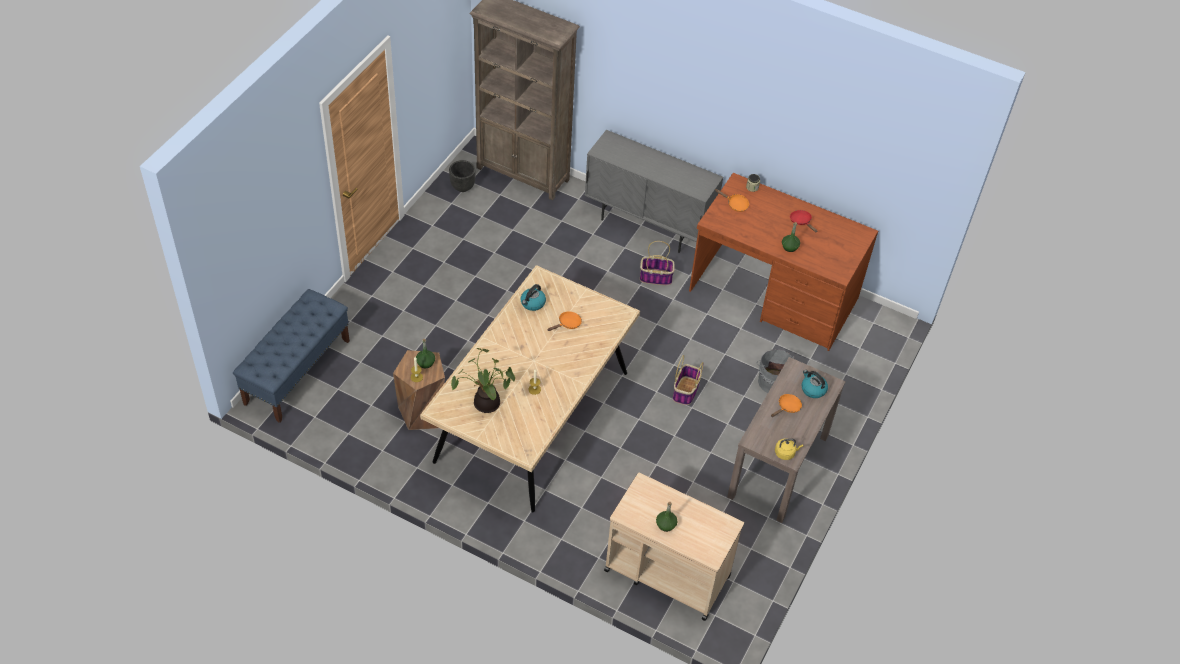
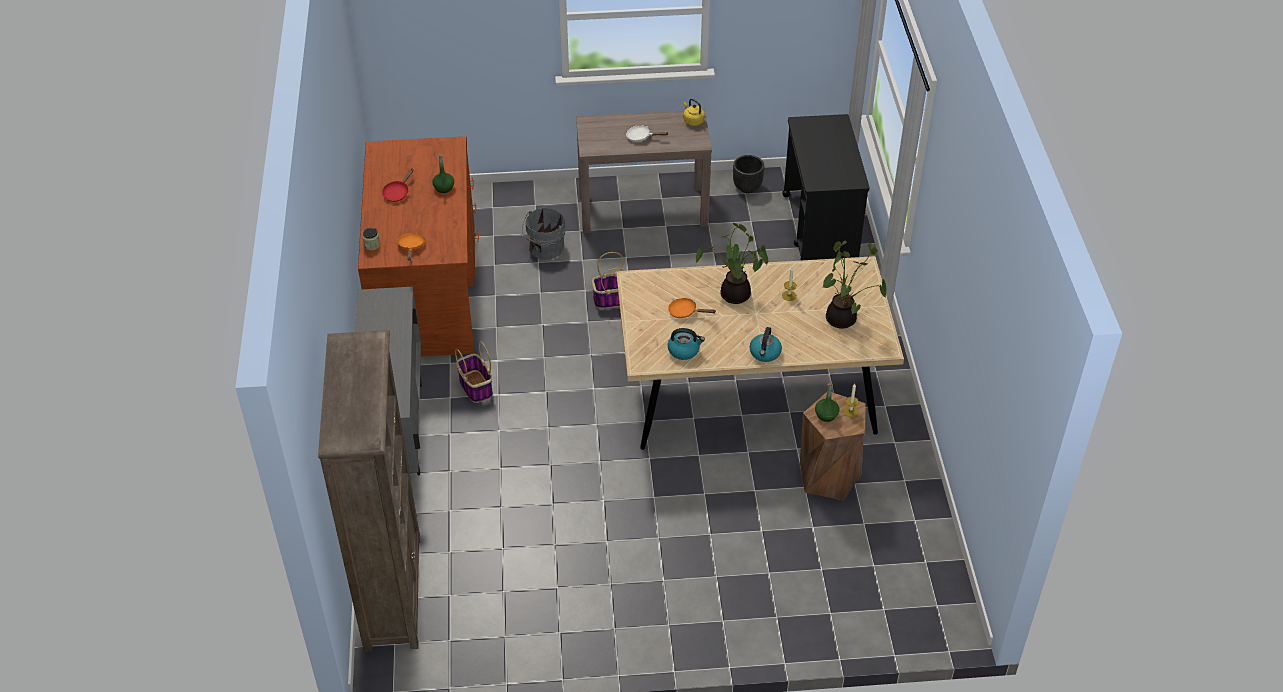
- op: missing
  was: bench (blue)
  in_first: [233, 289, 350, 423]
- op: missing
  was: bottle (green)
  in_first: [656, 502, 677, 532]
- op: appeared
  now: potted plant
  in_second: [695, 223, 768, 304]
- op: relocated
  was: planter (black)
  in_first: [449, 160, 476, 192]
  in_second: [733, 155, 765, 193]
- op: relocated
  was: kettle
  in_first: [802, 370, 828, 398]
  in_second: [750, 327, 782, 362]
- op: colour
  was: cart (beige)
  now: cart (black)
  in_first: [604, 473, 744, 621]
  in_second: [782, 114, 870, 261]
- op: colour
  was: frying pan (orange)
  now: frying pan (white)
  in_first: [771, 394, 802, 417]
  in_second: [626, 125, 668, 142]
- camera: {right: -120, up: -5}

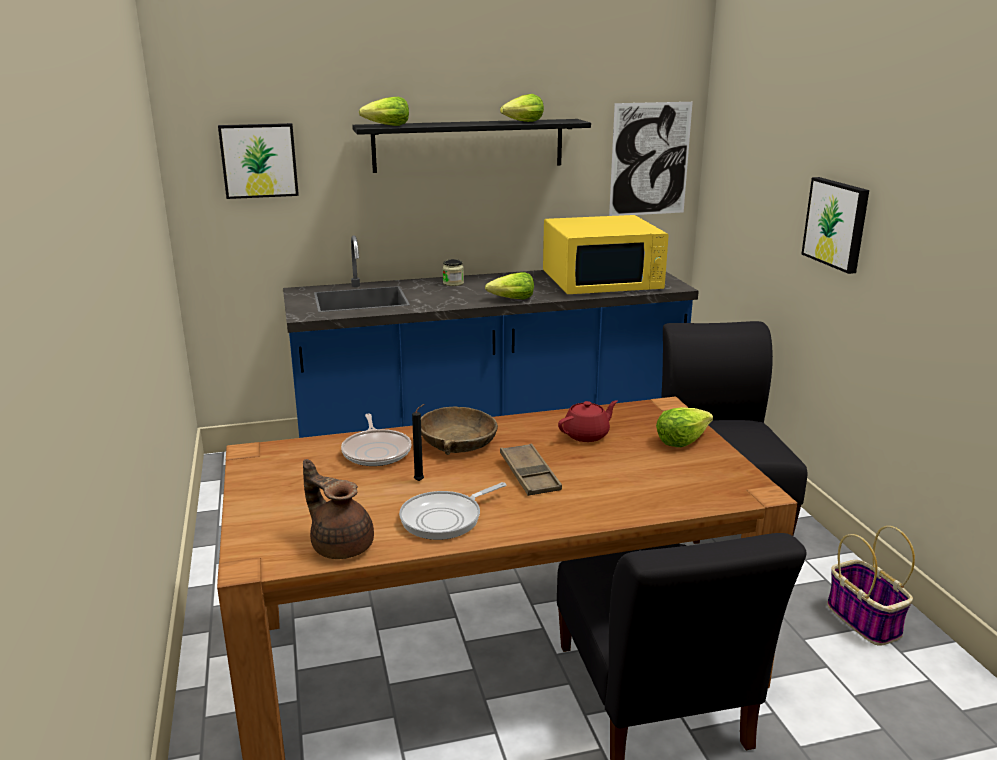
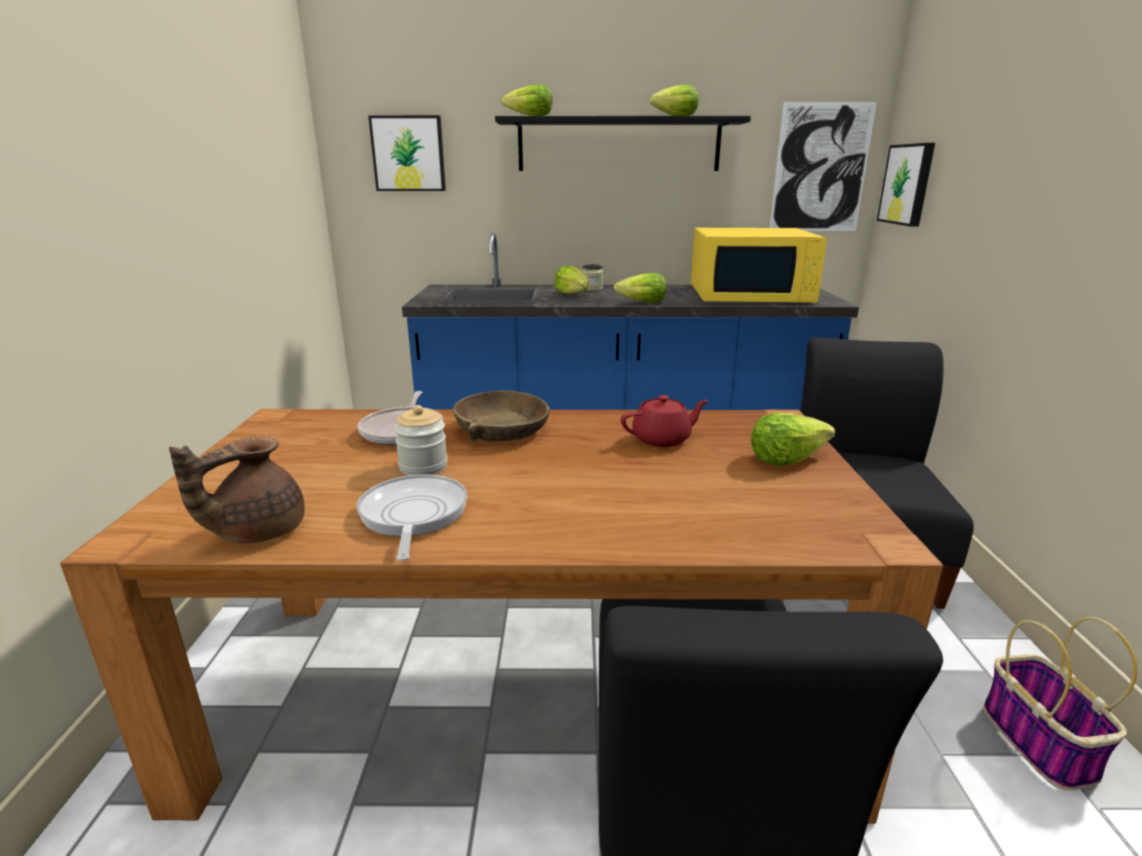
- op: missing
  was: tray (brown)
  in_first: [500, 443, 562, 496]
- op: appeared
  now: lettuce
  in_second: [555, 265, 589, 294]
- op: relocated
  was: picture
  in_first: [802, 177, 869, 274]
  in_second: [877, 143, 935, 227]
- op: exchanged
  was: candle (black)
  now: jar
  in_first: [412, 404, 424, 481]
  in_second: [394, 405, 448, 475]
- op: spun
  was: teapot (brown)
  in_first: [303, 459, 374, 559]
  in_second: [169, 437, 305, 544]
  clockwise: -105
- op: spun
  was: frying pan
  in_first: [399, 482, 506, 540]
  in_second: [357, 474, 468, 561]
  clockwise: 105
- camera: {right: 15, up: 0}

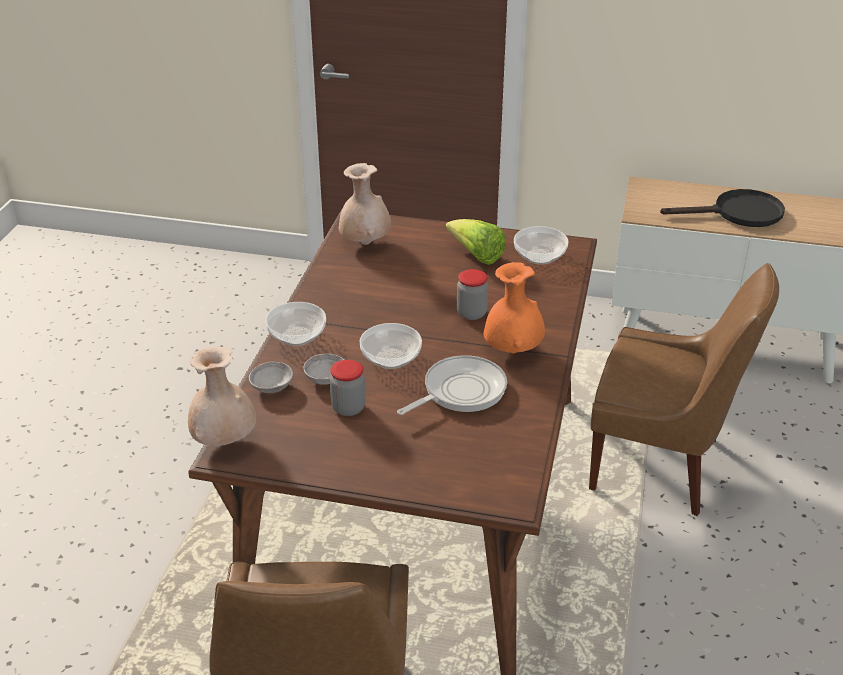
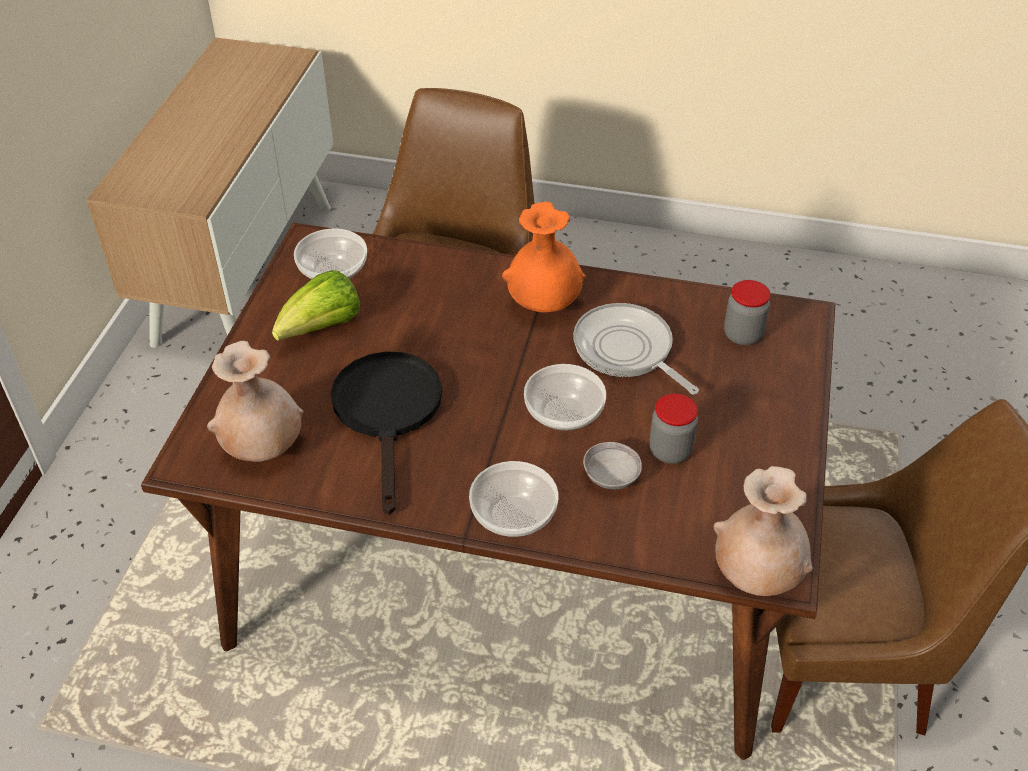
- op: missing
  was: bowl (grey)
  in_first: [249, 362, 293, 393]
- op: relocated
  was: jar
  in_first: [457, 269, 488, 320]
  in_second: [724, 280, 771, 345]
- op: relocated
  was: frying pan (black)
  in_first: [660, 189, 785, 227]
  in_second: [331, 351, 442, 515]
- camera: {right: -90, up: 10}

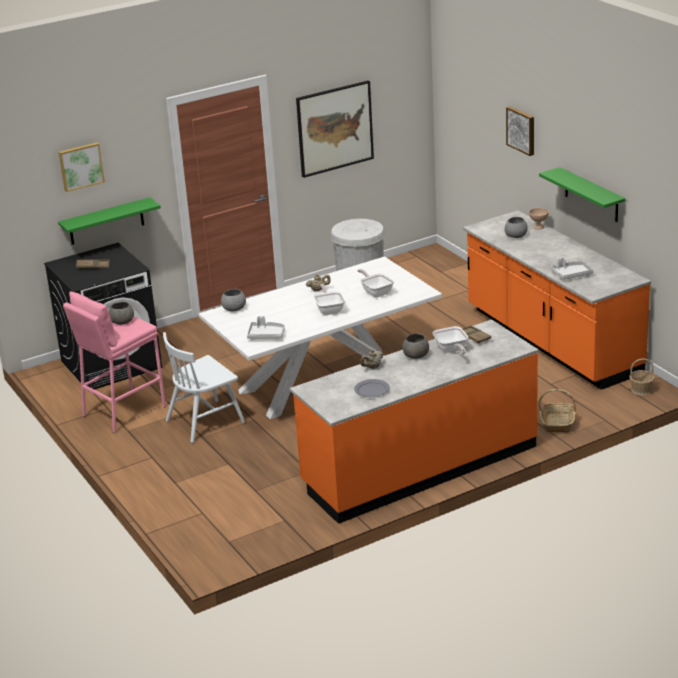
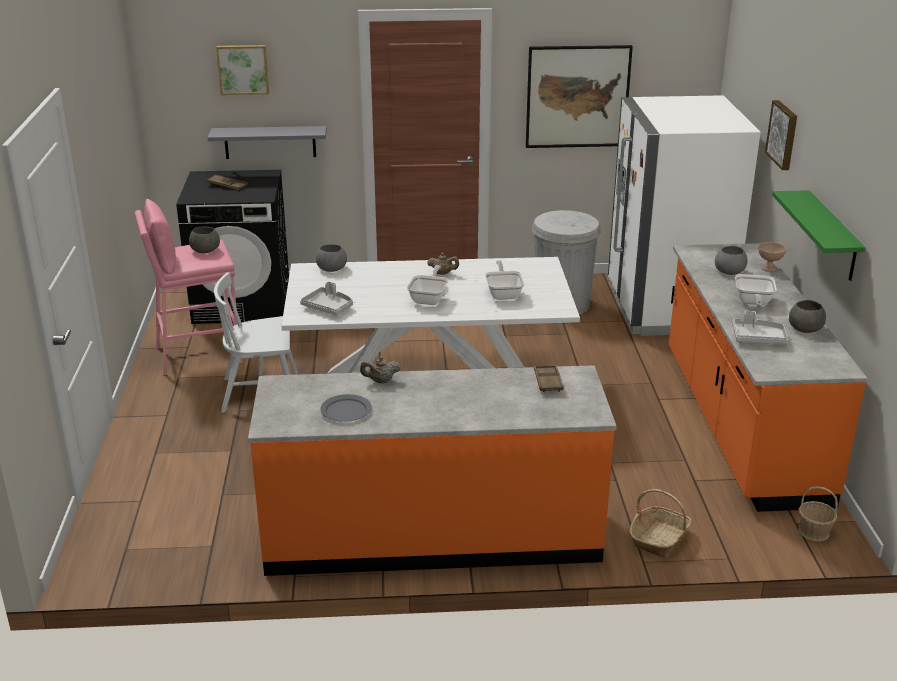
- op: appeared
  now: fridge (white)
  in_second: [608, 95, 761, 336]
- op: relocated
  was: bowl (grey)
  in_first: [402, 333, 429, 359]
  in_second: [789, 300, 826, 333]
- op: relocated
  was: frying pan
  in_first: [432, 326, 468, 354]
  in_second: [735, 274, 777, 307]
- op: colour
  was: shelf (green)
  now: shelf (grey)
  in_first: [58, 197, 161, 245]
  in_second: [207, 126, 327, 159]
- camera: {right: 25, up: 0}

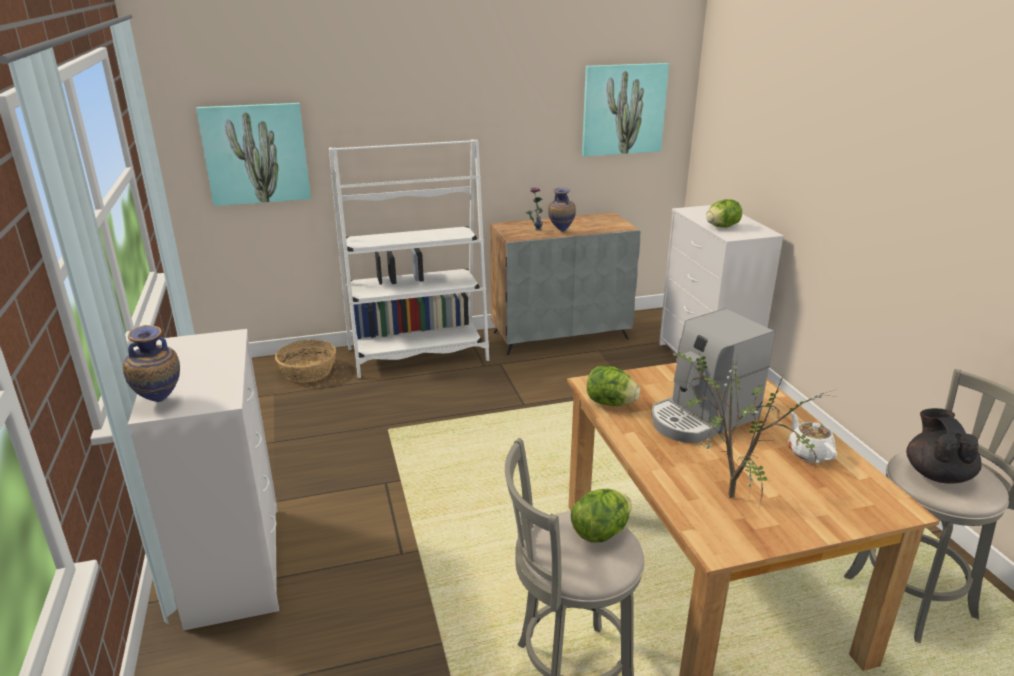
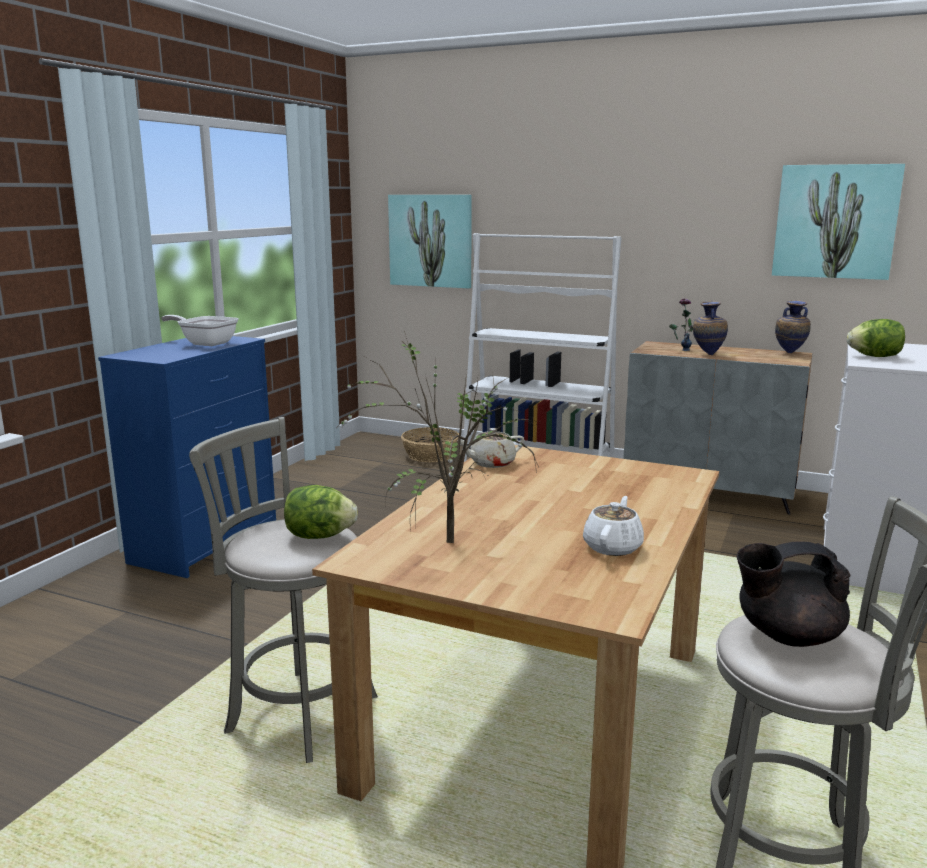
- op: missing
  was: coffee machine
  in_first: [651, 309, 775, 443]
- op: appeared
  now: frying pan
  in_second: [161, 315, 239, 346]
- op: relocated
  was: vase
  in_first: [123, 325, 180, 402]
  in_second: [775, 300, 811, 353]
- op: exchanged
  was: lettuce
  now: teapot (beige)
  in_first: [587, 366, 640, 406]
  in_second: [457, 428, 524, 468]
- op: colour
  was: dresser (white)
  now: dresser (blue)
  in_first: [128, 329, 279, 631]
  in_second: [98, 336, 276, 578]
- op: spun
  was: teapot (black)
  in_first: [906, 408, 982, 484]
  in_second: [737, 542, 850, 647]
  clockwise: -135
- camera: {right: 40, up: -10}

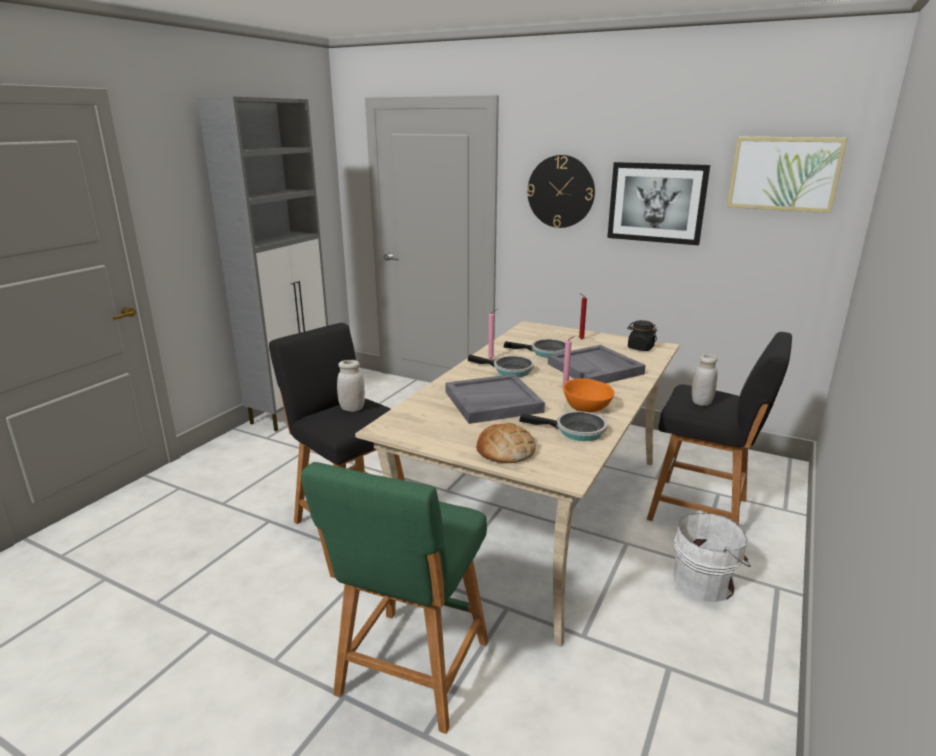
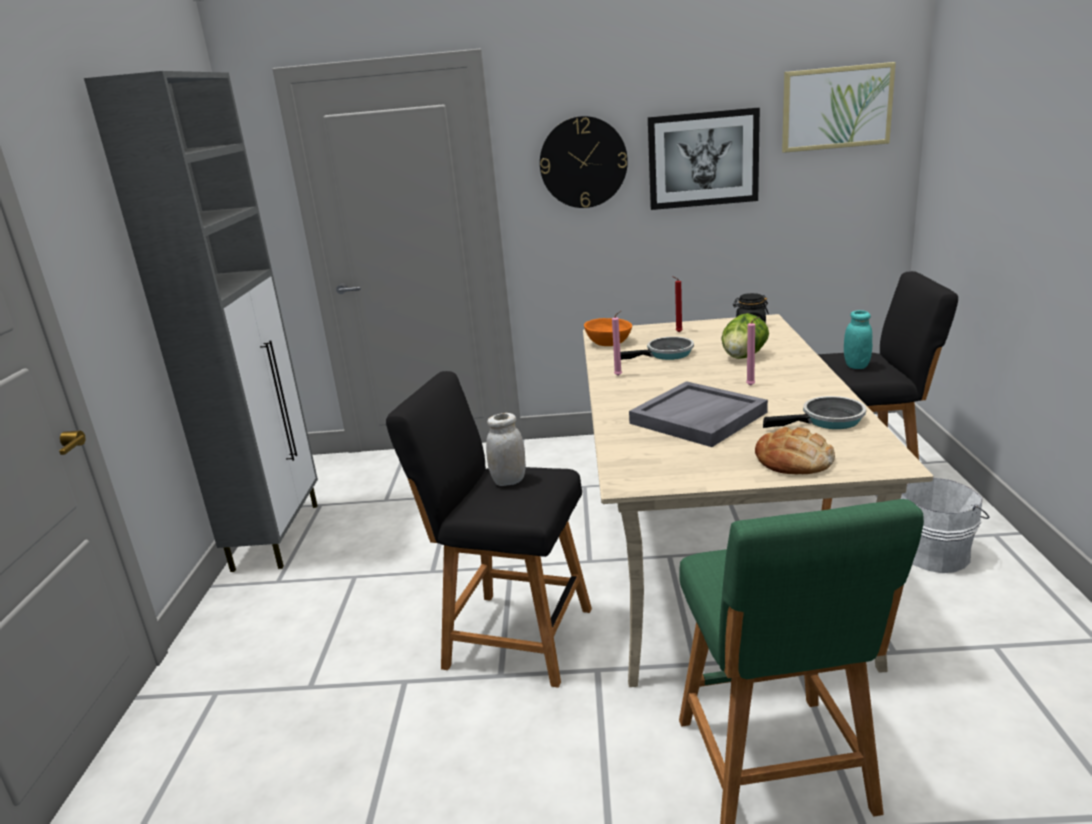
- op: missing
  was: frying pan
  in_first: [468, 354, 534, 377]
- op: relocated
  was: bowl (orange)
  in_first: [563, 378, 615, 413]
  in_second: [584, 318, 632, 346]
- op: exchanged
  was: tray (grey)
  now: lettuce
  in_first: [548, 345, 646, 383]
  in_second: [721, 313, 769, 359]
- op: colour
  was: jar (white)
  now: jar (turquoise)
  in_first: [692, 354, 718, 406]
  in_second: [844, 310, 872, 369]
- camera: {right: -25, up: 0}

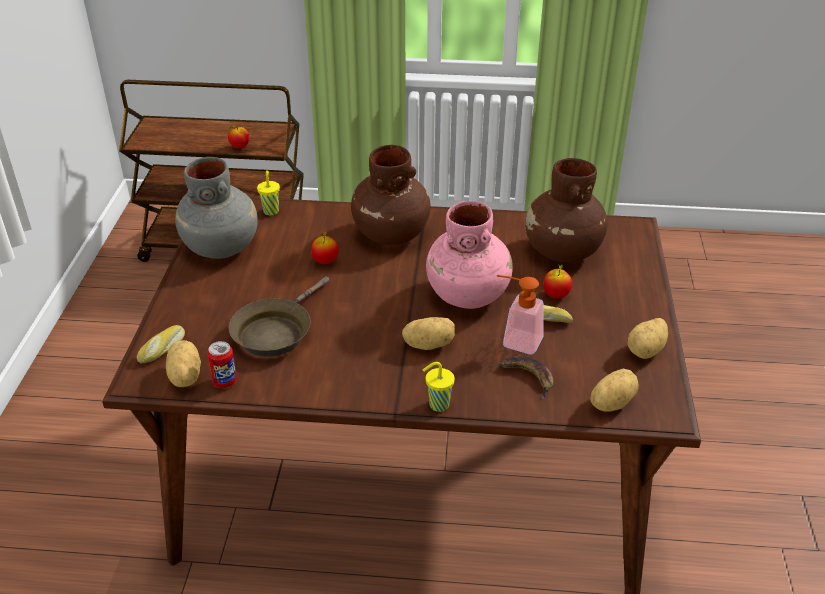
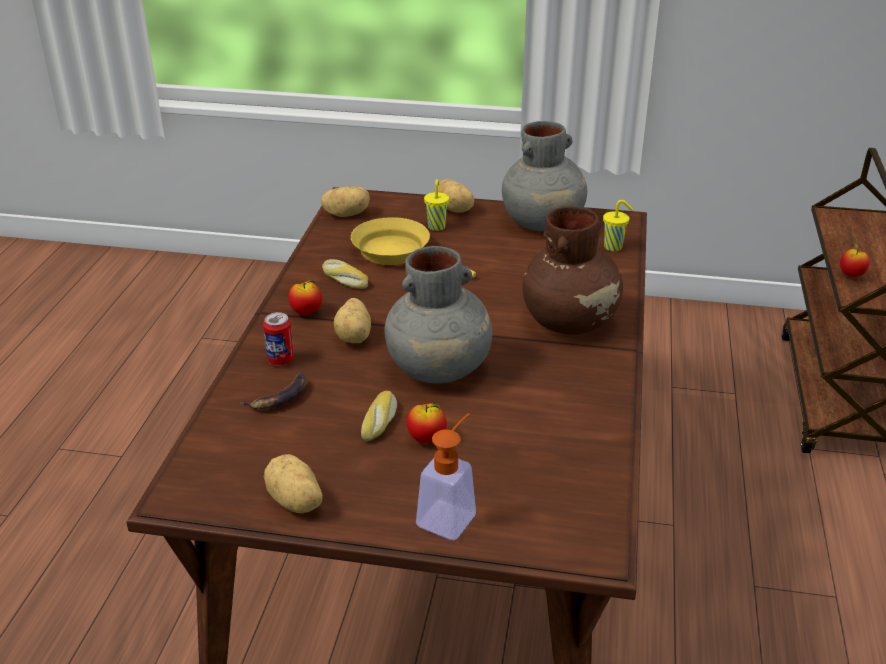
- op: missing
  was: vase (brown)
  in_first: [525, 158, 608, 262]
- op: relocated
  was: bread
  in_first: [137, 325, 185, 363]
  in_second: [322, 259, 368, 289]
- op: relocated
  was: can
  in_first: [207, 341, 237, 388]
  in_second: [263, 312, 294, 366]
- op: relocated
  was: apple
  in_first: [311, 231, 339, 264]
  in_second: [288, 279, 322, 315]
- op: relocated
  was: cup (yellow)
  in_first: [423, 362, 455, 412]
  in_second: [424, 179, 449, 231]
- op: relocated
  was: soap dispenser
  in_first: [497, 275, 544, 354]
  in_second: [416, 413, 476, 540]
- op: relocated
  was: potato
  in_first: [591, 368, 639, 412]
  in_second: [438, 179, 474, 213]
- op: colour
  was: frying pan (brown)
  now: frying pan (yellow)
  in_first: [229, 276, 329, 357]
  in_second: [351, 217, 476, 278]
- op: colour
  was: vase (pink)
  now: vase (grey)
  in_first: [426, 201, 513, 309]
  in_second: [384, 246, 492, 384]
- camera: {right: 95, up: -5}

